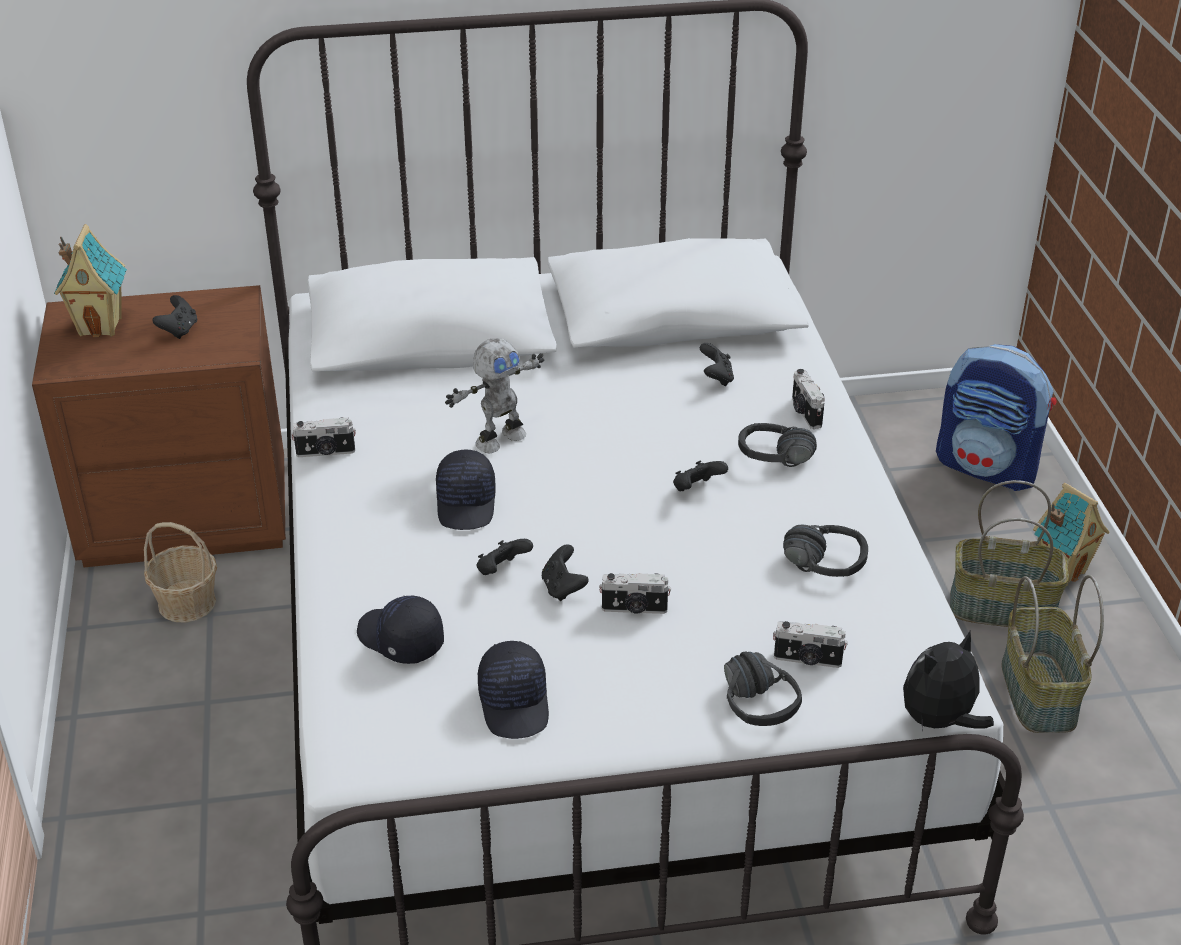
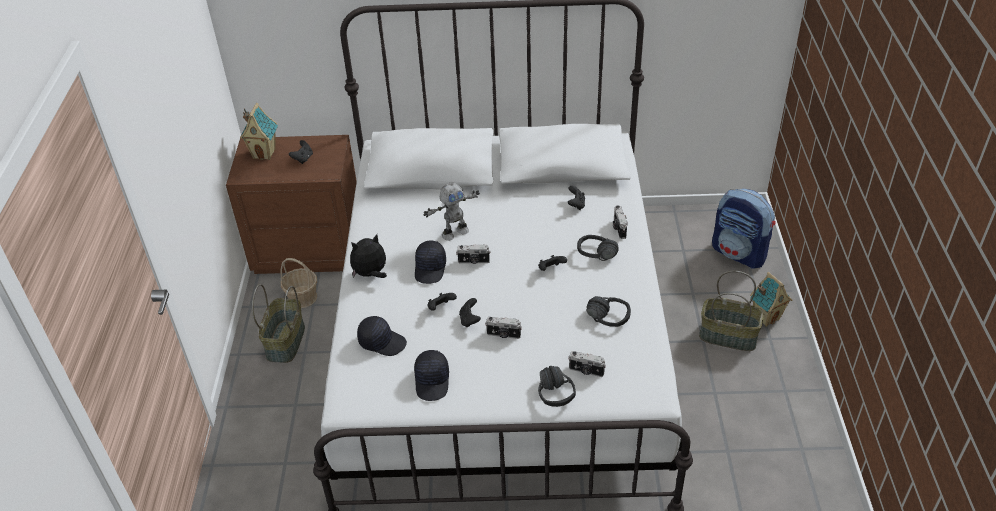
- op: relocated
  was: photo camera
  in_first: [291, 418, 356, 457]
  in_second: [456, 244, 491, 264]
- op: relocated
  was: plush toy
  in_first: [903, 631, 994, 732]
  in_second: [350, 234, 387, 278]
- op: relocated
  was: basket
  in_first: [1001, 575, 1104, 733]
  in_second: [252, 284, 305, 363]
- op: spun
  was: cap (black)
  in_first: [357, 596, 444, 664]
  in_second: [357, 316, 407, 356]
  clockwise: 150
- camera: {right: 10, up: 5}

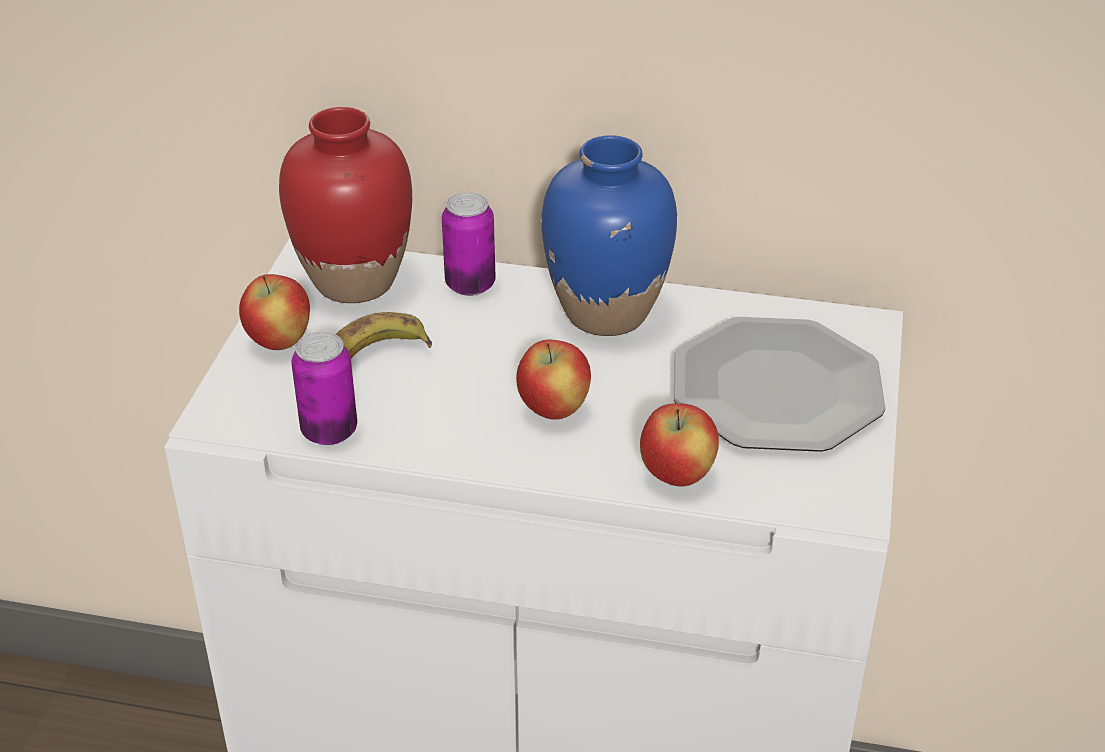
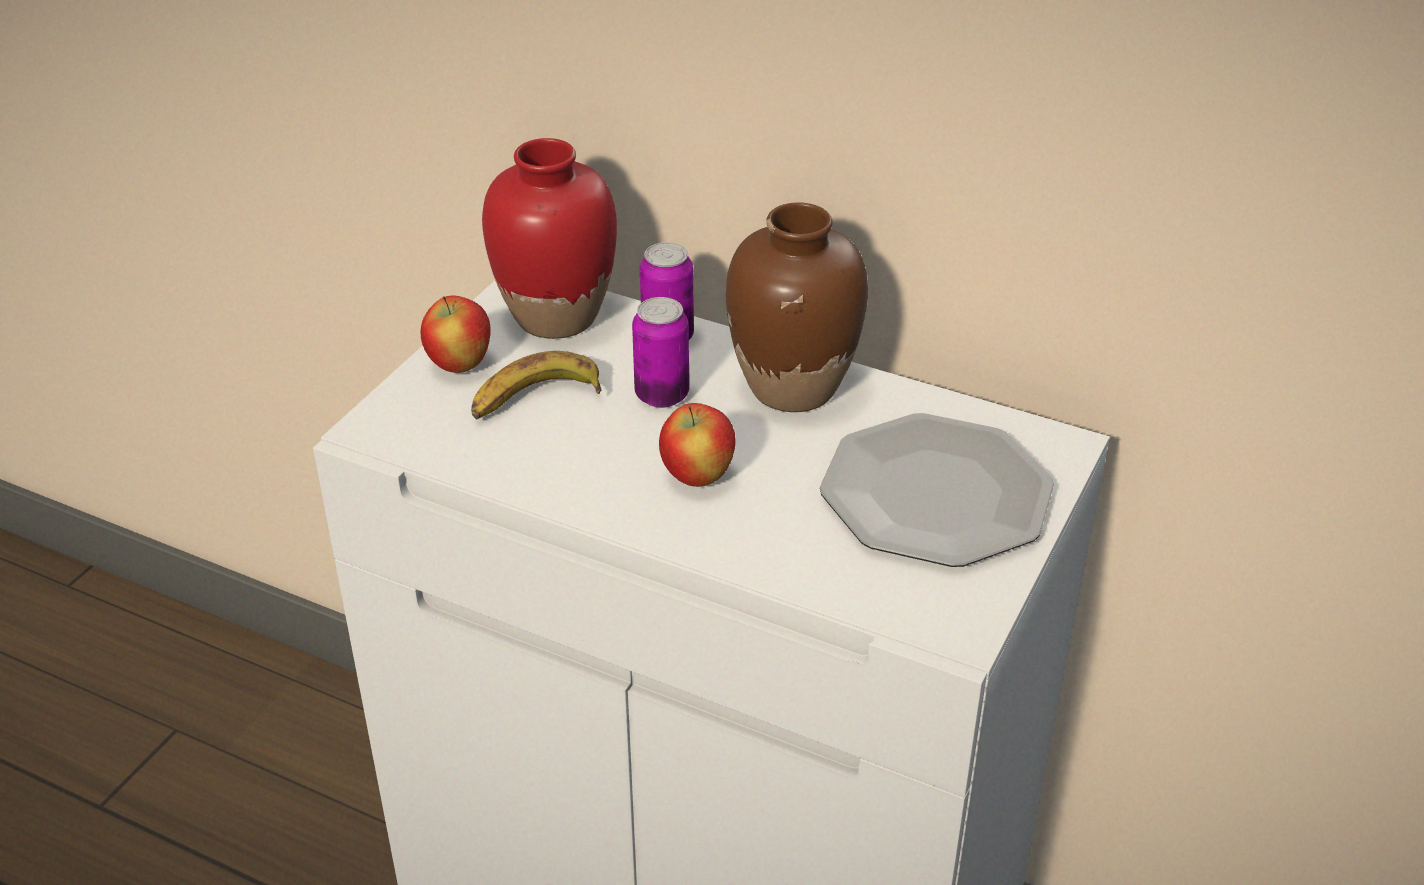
- op: missing
  was: apple
  in_first: [640, 403, 719, 487]
- op: relocated
  was: can
  in_first: [291, 332, 357, 445]
  in_second: [632, 297, 689, 408]
- op: colour
  was: vase (blue)
  now: vase (brown)
  in_first: [541, 135, 677, 336]
  in_second: [726, 202, 868, 412]
- camera: {right: 15, up: 0}

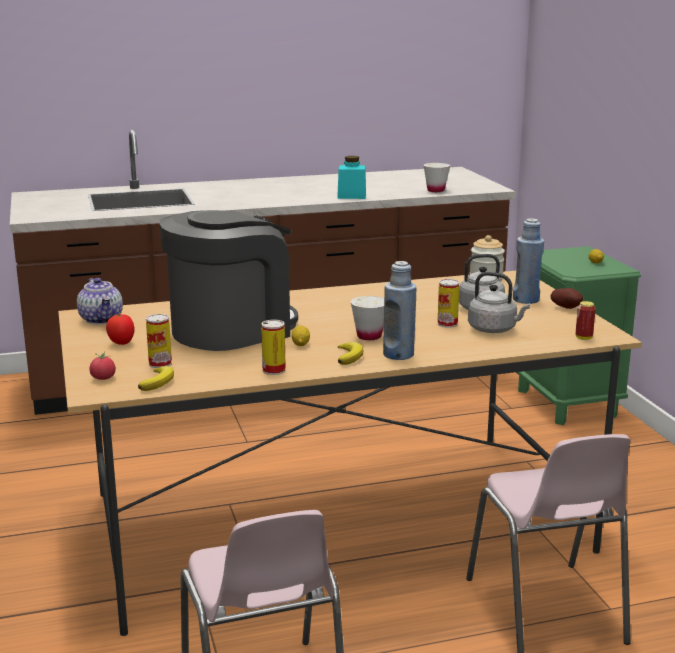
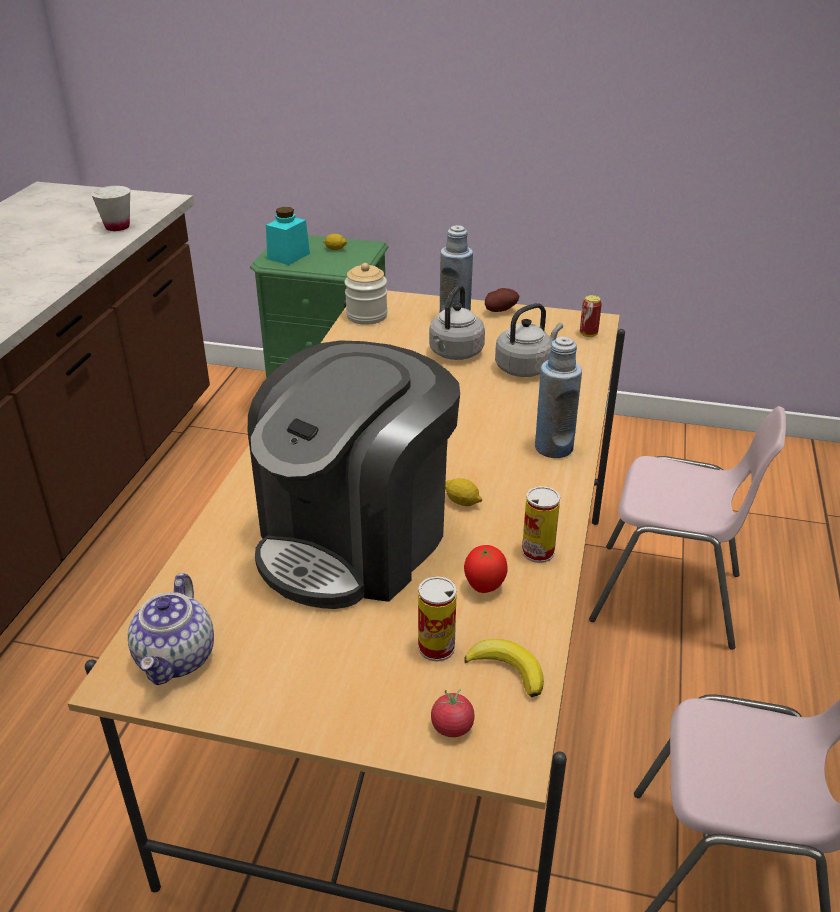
- op: missing
  was: banana
  in_first: [338, 342, 363, 365]
- op: missing
  was: cup (white)
  in_first: [351, 296, 384, 340]
- op: missing
  was: can
  in_first: [438, 279, 460, 328]
- op: relocated
  was: tomato
  in_first: [106, 314, 135, 345]
  in_second: [464, 545, 508, 593]
- op: relocated
  was: jar (turquoise)
  in_first: [337, 156, 366, 199]
  in_second: [266, 207, 310, 265]
- op: spun
  was: teapot
  in_first: [77, 278, 123, 324]
  in_second: [128, 573, 214, 685]
  clockwise: 90
- op: spun
  was: coffee machine
  in_first: [160, 210, 298, 351]
  in_second: [248, 340, 460, 609]
  clockwise: -135
- camera: {right: -60, up: 15}

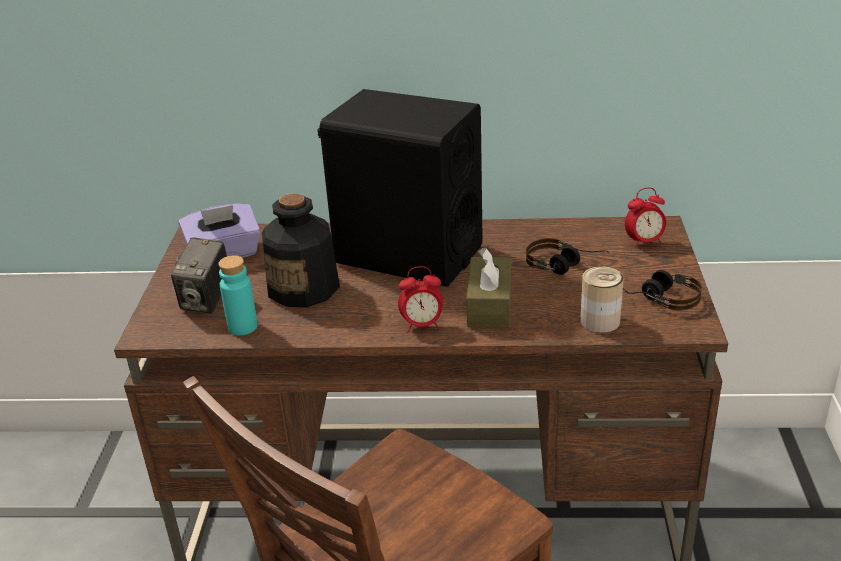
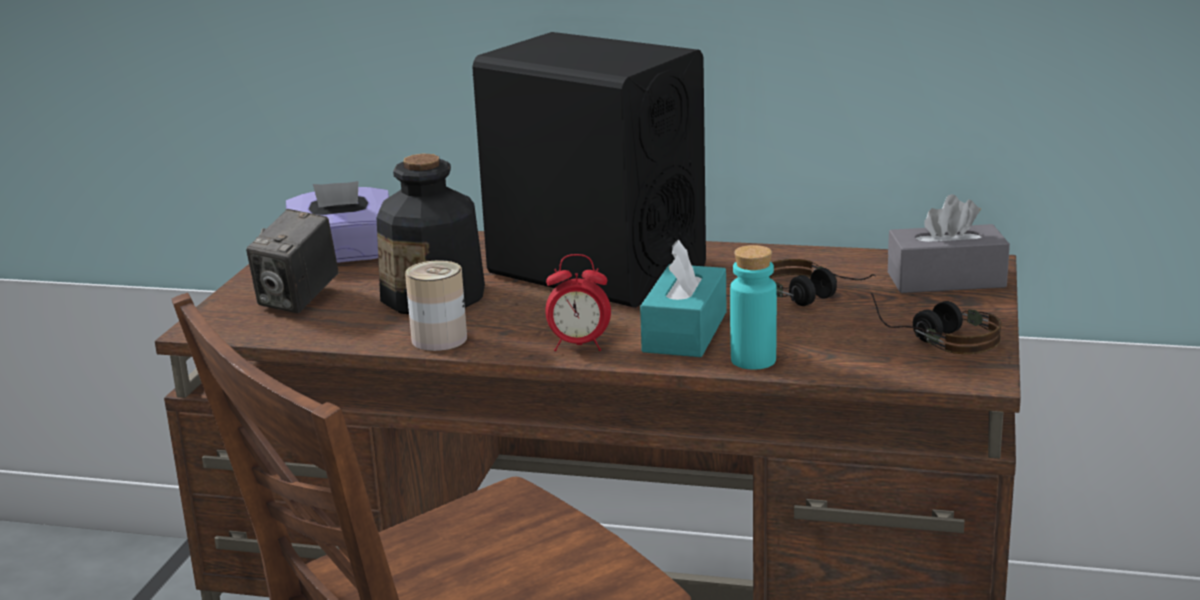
- op: relocated
  was: bottle (turquoise)
  in_first: [219, 255, 258, 335]
  in_second: [730, 245, 777, 370]
- op: relocated
  was: can
  in_first: [580, 267, 624, 333]
  in_second: [405, 260, 467, 351]
- op: exchanged
  was: alarm clock
  now: tissue box (grey)
  in_first: [625, 188, 666, 248]
  in_second: [888, 194, 1010, 293]
- op: colour
  was: tissue box (brown)
  now: tissue box (turquoise)
  in_first: [467, 248, 512, 328]
  in_second: [640, 239, 726, 357]
- camera: {right: 10, up: -10}

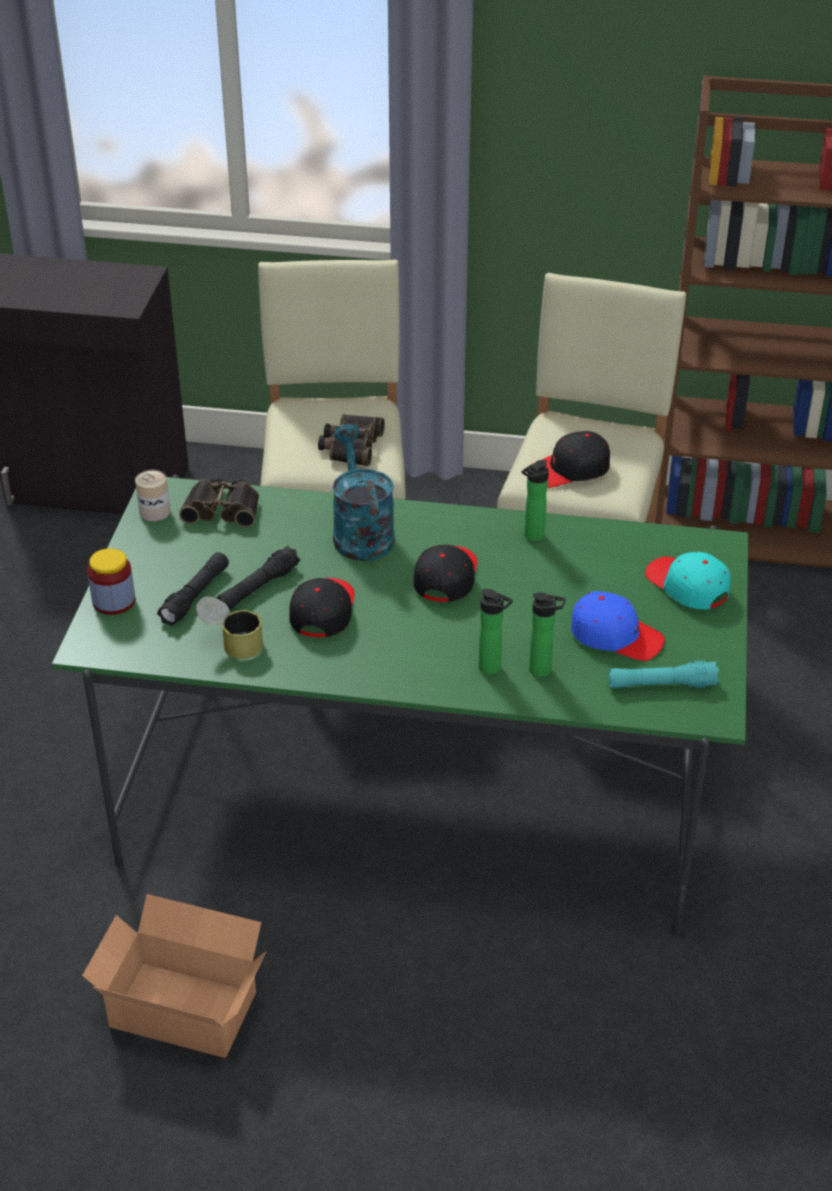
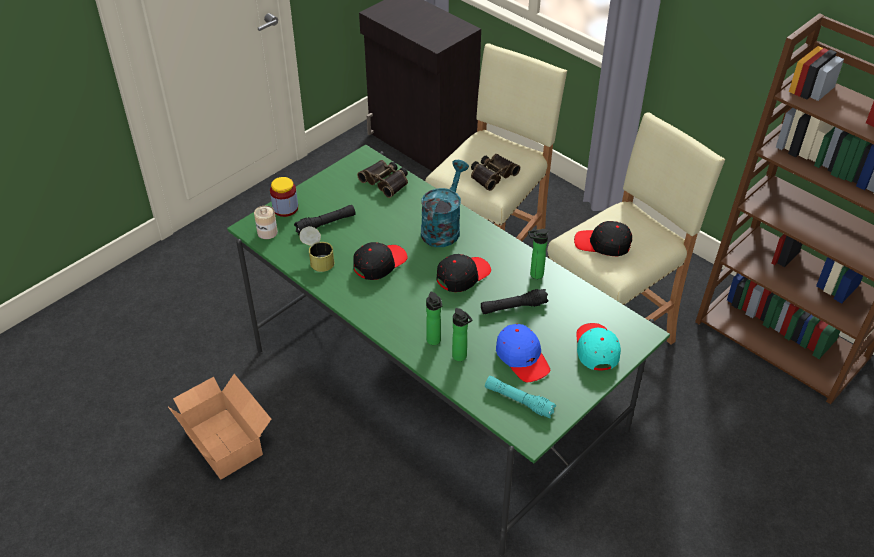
- op: relocated
  was: can
  in_first: [135, 470, 170, 521]
  in_second: [254, 206, 278, 239]
- op: relocated
  was: flashlight (black)
  in_first: [216, 546, 300, 610]
  in_second: [481, 289, 549, 314]
- camera: {right: 35, up: 5}

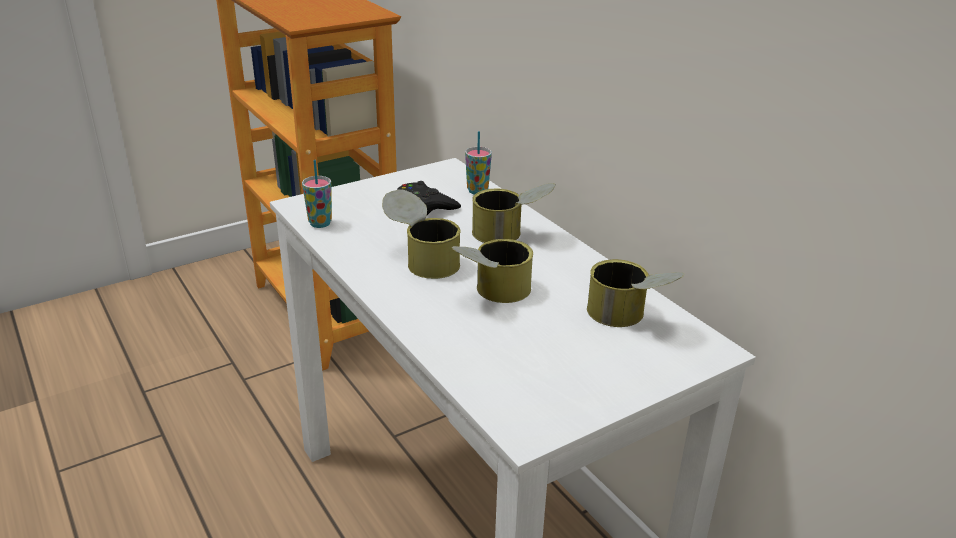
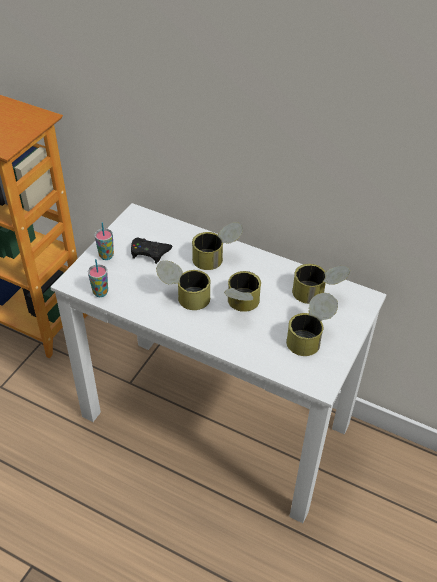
- op: appeared
  now: can
  in_second: [286, 293, 338, 356]
- op: relocated
  was: cup
  in_first: [465, 131, 492, 195]
  in_second: [94, 223, 114, 260]
- camera: {right: -30, up: 15}

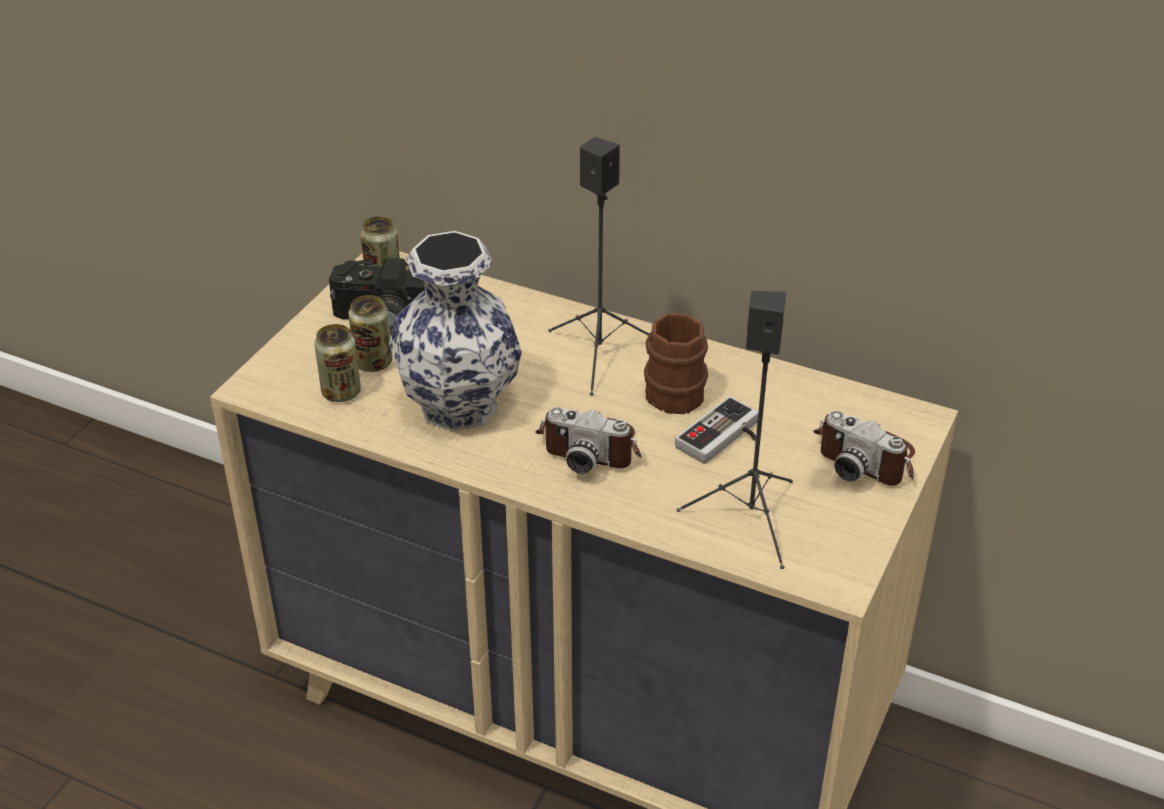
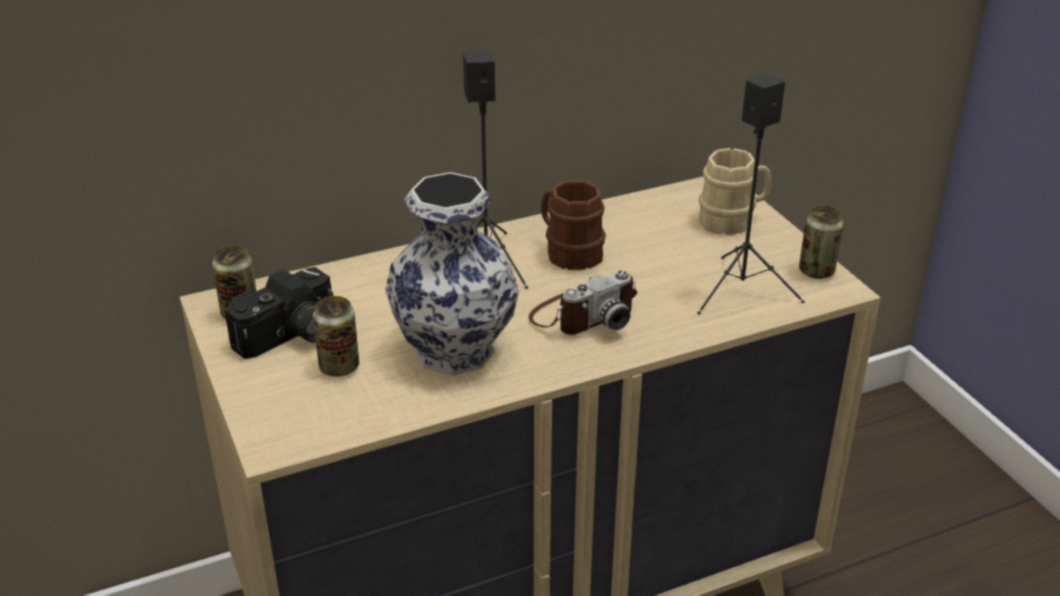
- op: missing
  was: game controller
  in_first: [675, 396, 759, 464]
- op: relocated
  was: can
  in_first: [314, 324, 361, 402]
  in_second: [799, 206, 844, 279]
- op: exchanged
  was: photo camera
  now: mug (beige)
  in_first: [813, 411, 915, 485]
  in_second: [699, 148, 771, 235]
- camera: {right: -50, up: -5}

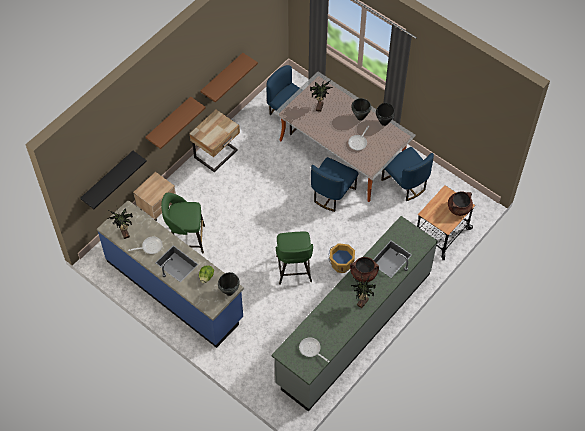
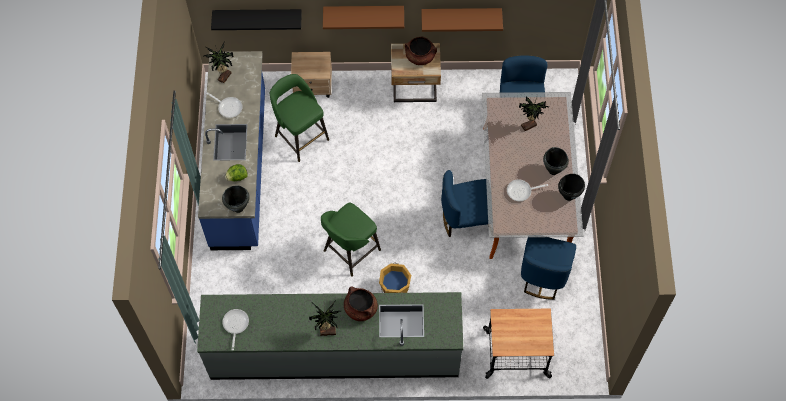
- op: relocated
  was: cooking pot (brown)
  in_first: [448, 191, 473, 216]
  in_second: [405, 37, 437, 65]
- camera: {right: 50, up: 5}

